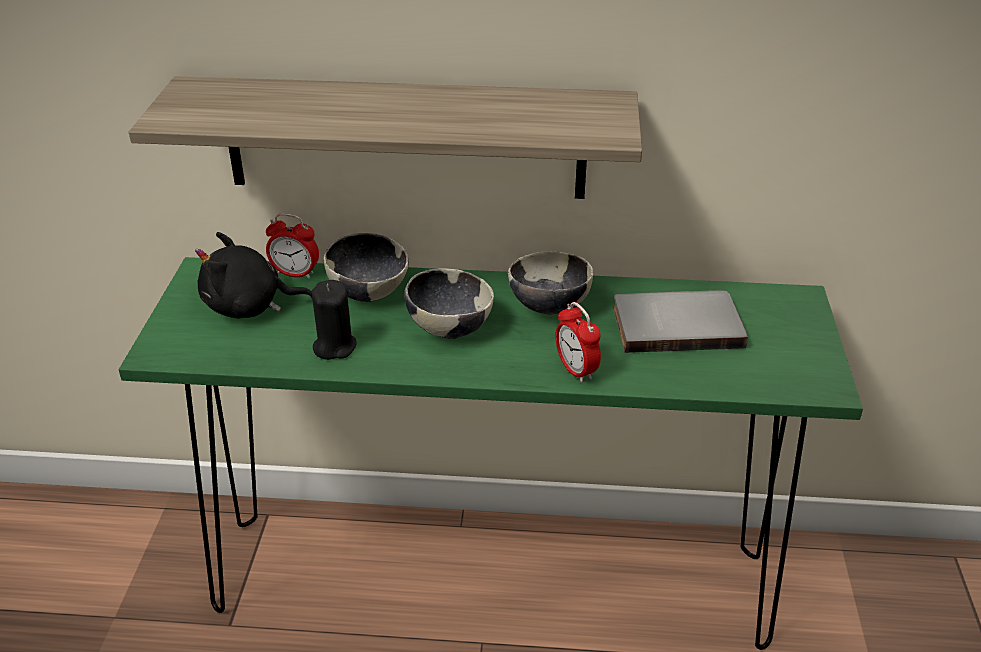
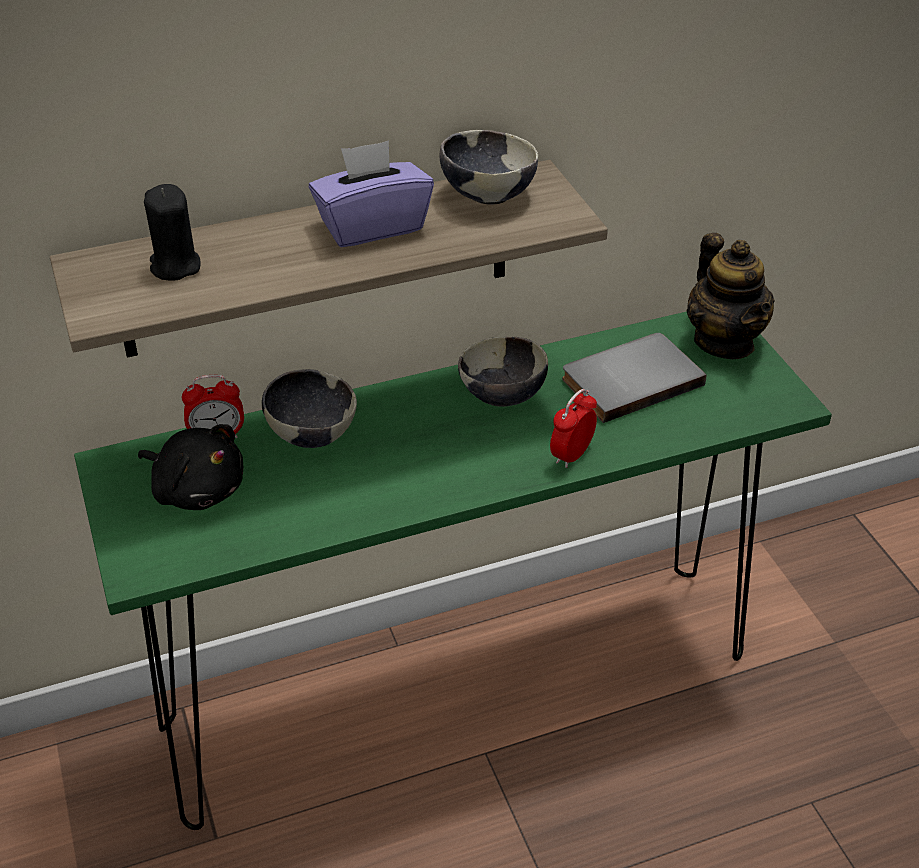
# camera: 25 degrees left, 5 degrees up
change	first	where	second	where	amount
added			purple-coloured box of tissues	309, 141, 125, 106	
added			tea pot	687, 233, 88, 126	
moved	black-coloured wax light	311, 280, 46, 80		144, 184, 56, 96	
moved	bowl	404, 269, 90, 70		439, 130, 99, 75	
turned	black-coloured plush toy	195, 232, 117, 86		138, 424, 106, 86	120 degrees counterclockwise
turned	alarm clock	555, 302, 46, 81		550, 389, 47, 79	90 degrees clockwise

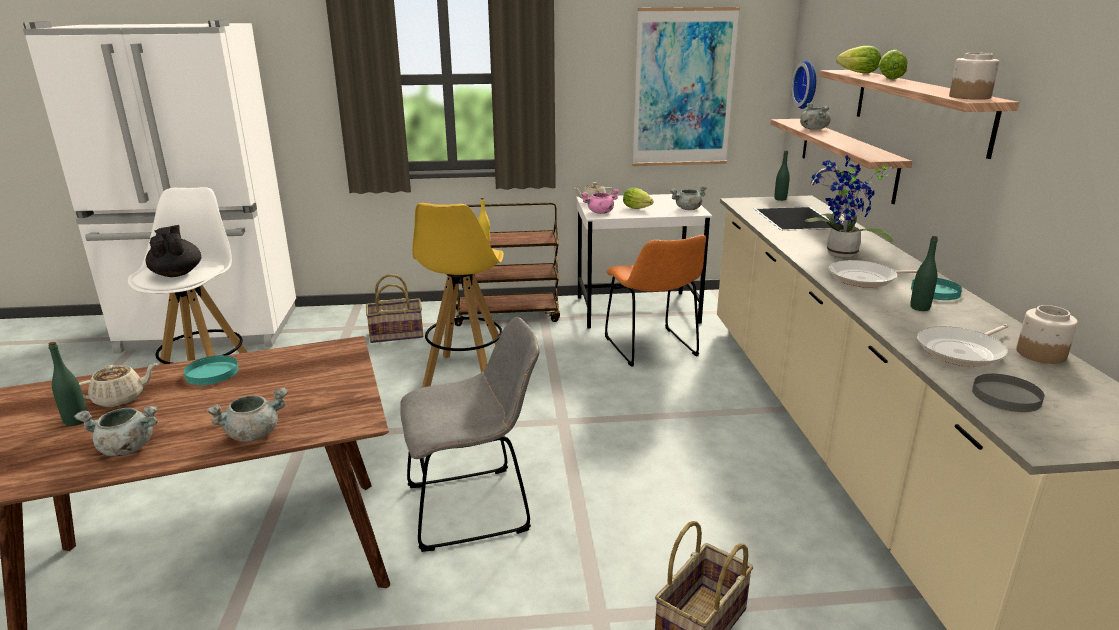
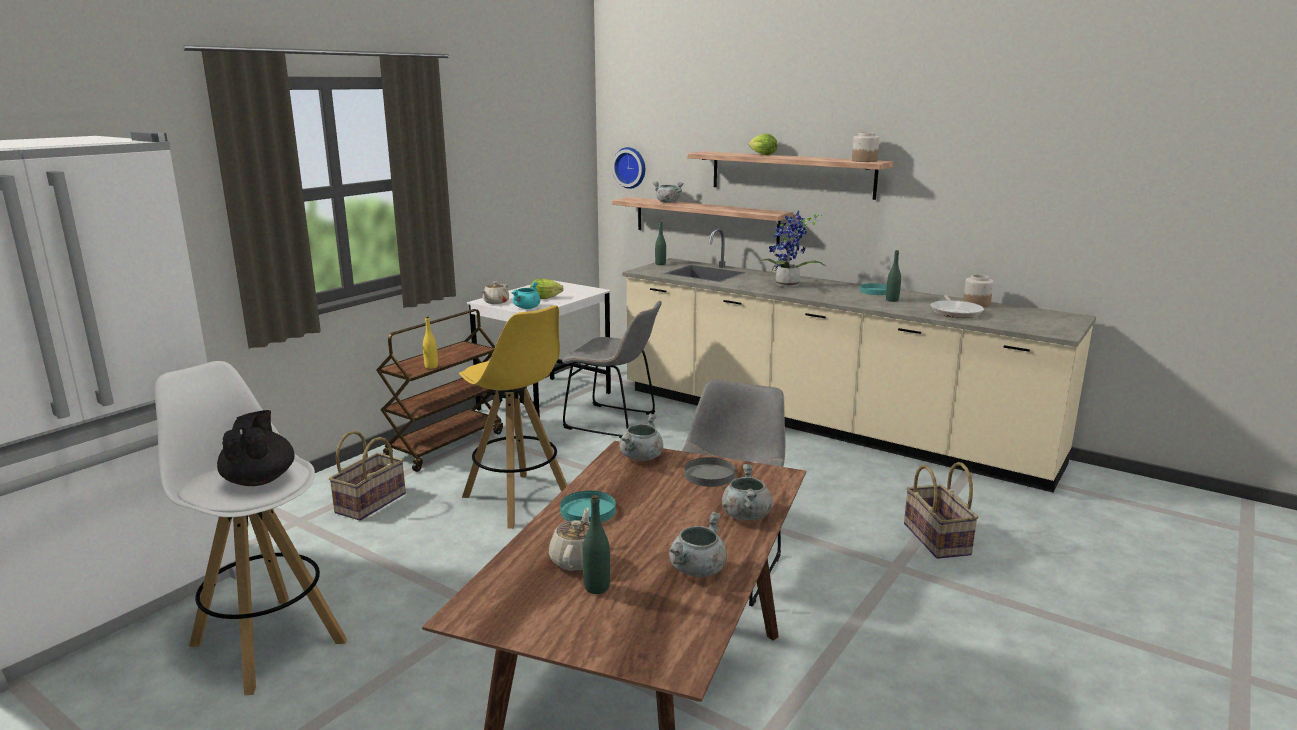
# camera: 50 degrees left, 5 degrees down
change	first	where	second	where	amount
removed	picture	632, 7, 108, 159			
removed	pan	829, 260, 89, 28			
removed	lettuce head	836, 46, 45, 27			
moved	gray saucepot	670, 186, 37, 24		619, 413, 44, 48	
moved	gray dinner plate	972, 374, 72, 38		684, 457, 51, 30	
recoloured	pink saucepot	581, 189, 38, 25	turquoise saucepot	511, 282, 29, 27	
recoloured	orange-coloured chair	605, 235, 101, 132	gray chair	562, 301, 100, 137	
turned	black-coloured tea pot	146, 225, 55, 52		217, 410, 78, 76	60 degrees clockwise

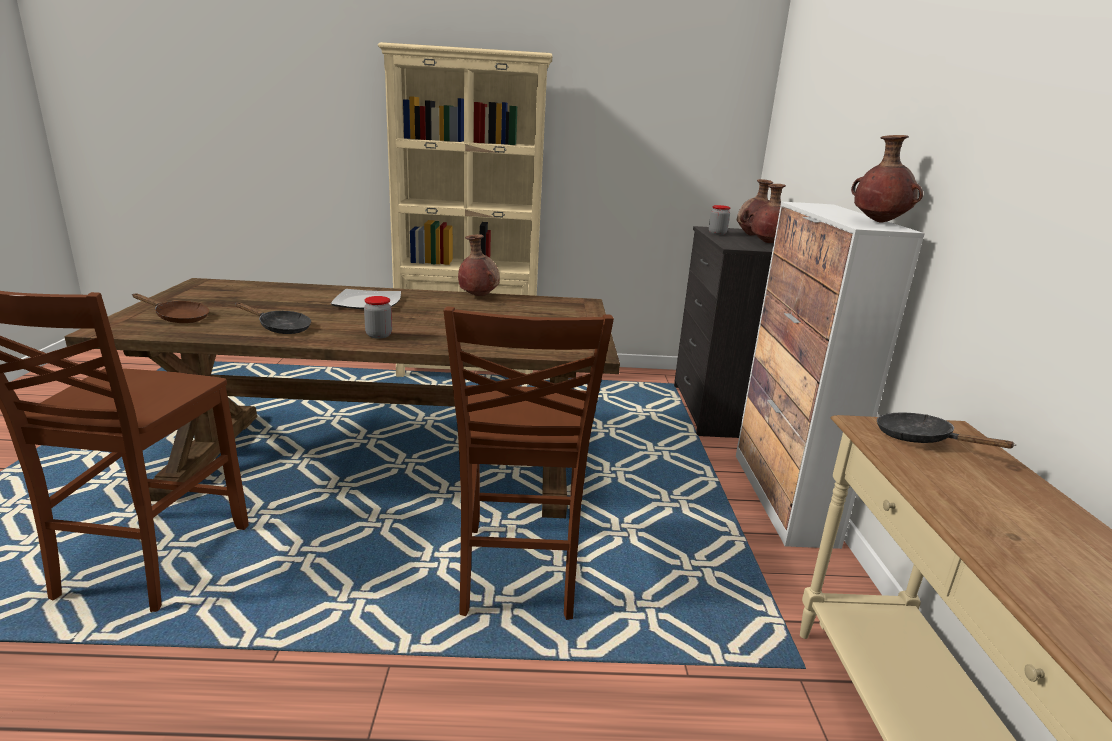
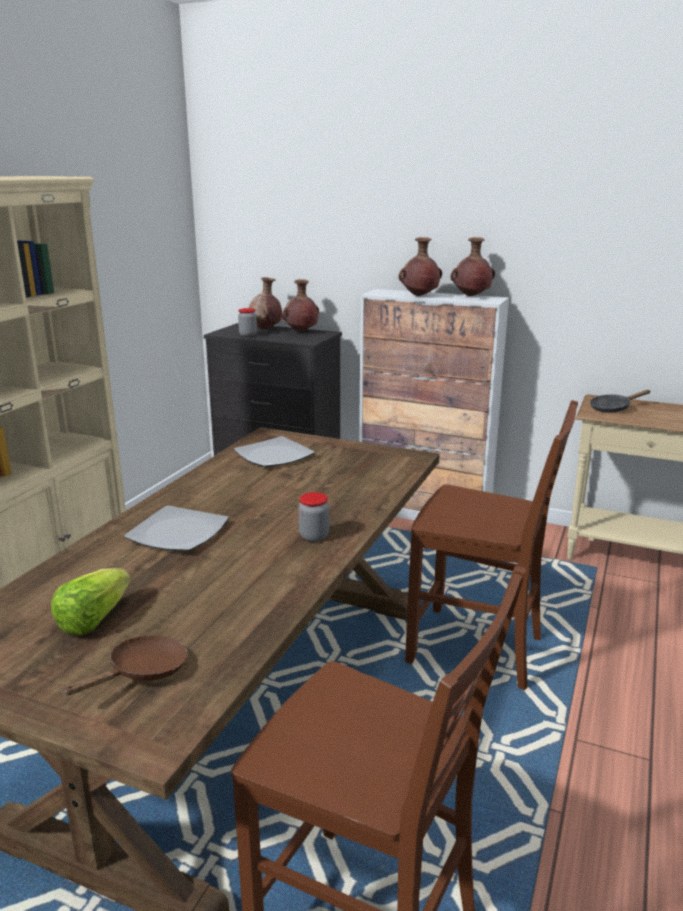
# camera: 65 degrees left, 0 degrees up
change	first	where	second	where	amount
removed	black-coloured pan	235, 303, 76, 31			
added			lettuce head	51, 568, 79, 67	
added			dinner plate	234, 436, 81, 31	
moved	brown decorative vase	458, 234, 42, 62		398, 237, 44, 59	

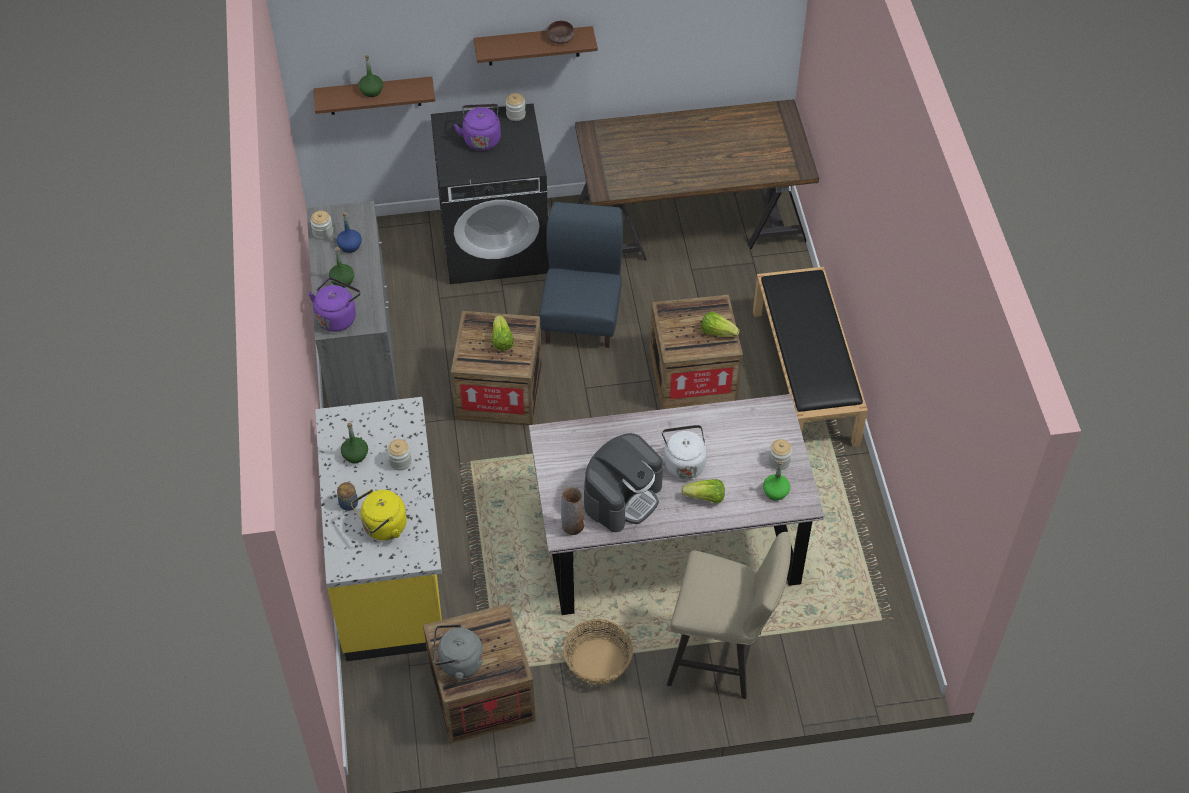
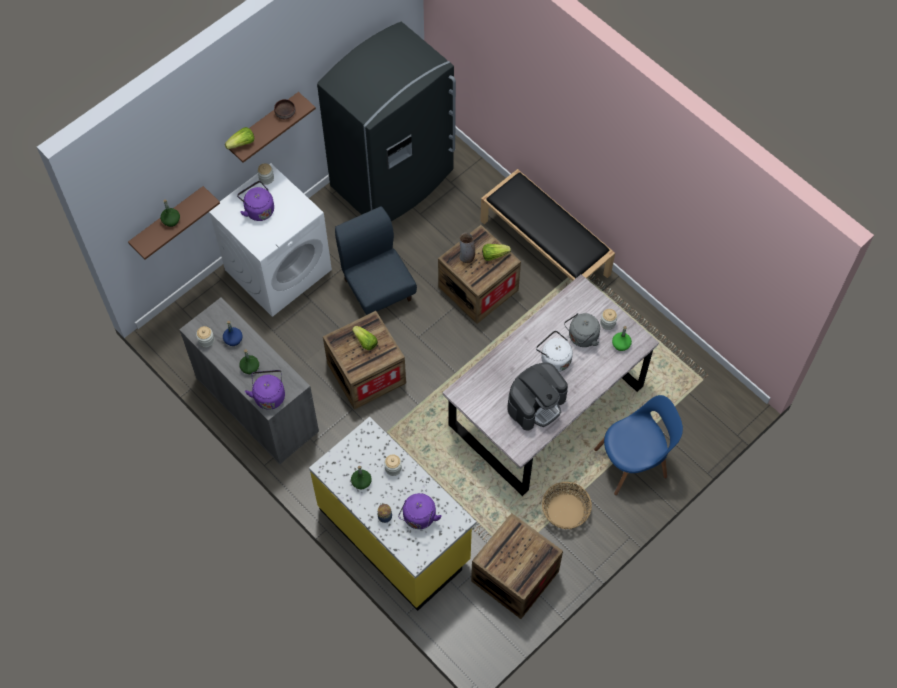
# camera: 35 degrees left, 10 degrees up
change	first	where	second	where	amount
moved	gray tea kettle	433, 624, 50, 56		564, 313, 36, 34	
moved	decorative vase	561, 487, 23, 48		460, 233, 15, 30	
moved	lettuce head	682, 479, 43, 24		225, 127, 29, 22	
replaced	brown desk unit	575, 99, 244, 162	gray fridge	317, 22, 139, 199	
replaced	beige-coloured sitting stool	667, 532, 124, 167	bluish chair	594, 395, 89, 100	
recoloured	yellowish tea kettle	351, 489, 56, 51	purple-coloured tea kettle	398, 493, 44, 36	
recoloured	black-coloured washing machine	431, 104, 118, 180	whitish washing machine	209, 164, 123, 153	
turned	coffee maker	584, 433, 79, 99		507, 362, 61, 69	45 degrees clockwise

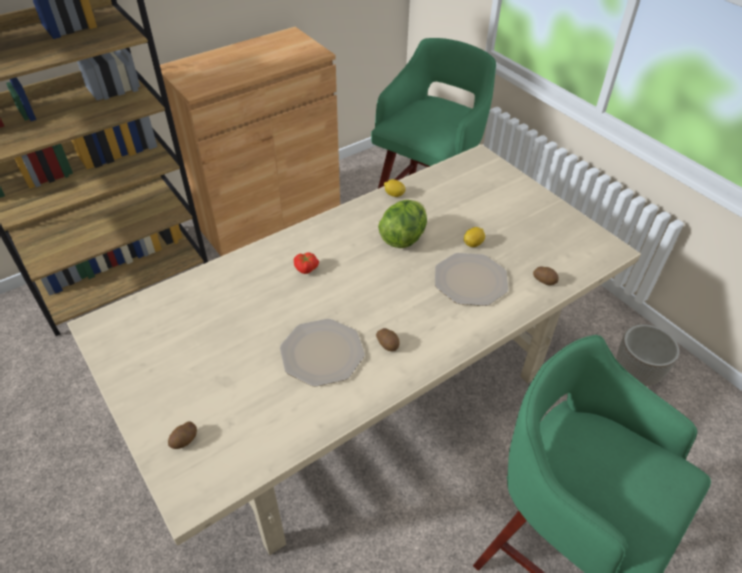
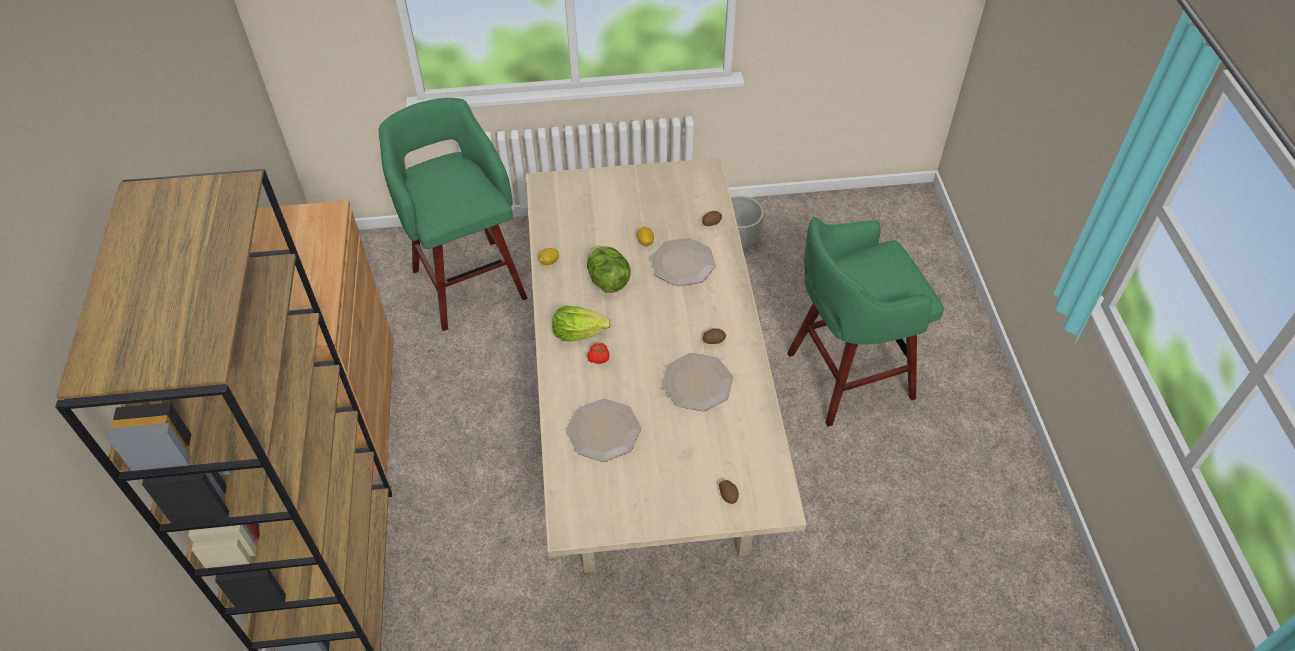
# camera: 60 degrees left, 5 degrees up
change	first	where	second	where	amount
added			lettuce head	552, 306, 59, 35	
added			dinner plate	566, 399, 75, 63	

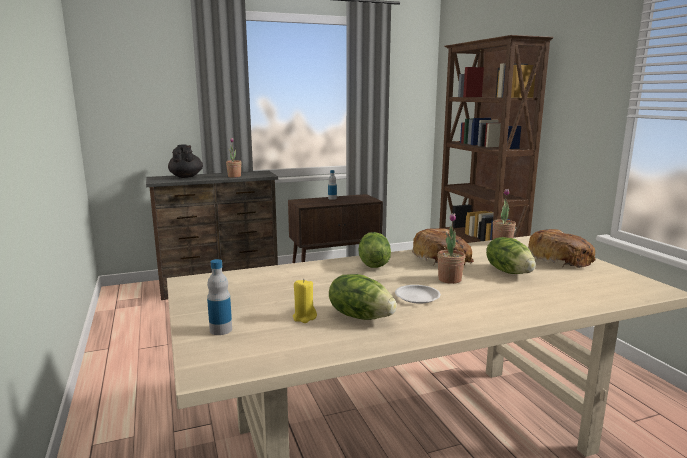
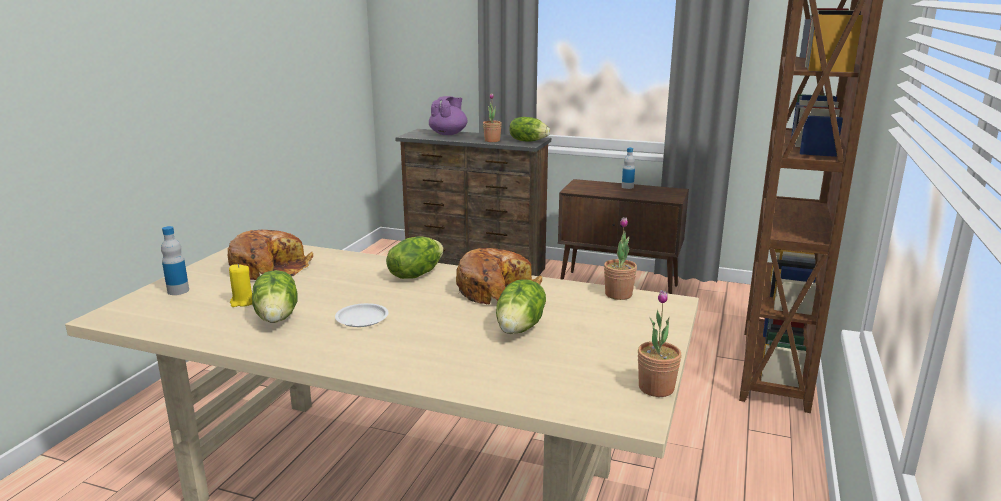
# camera: 40 degrees right, 5 degrees up
change	first	where	second	where	amount
added			lettuce head	509, 117, 41, 24	
moved	plant in a pot	437, 213, 29, 71		638, 290, 44, 107	
moved	bread	528, 229, 68, 39		228, 230, 85, 50	
recoloured	black-coloured tea pot	168, 144, 35, 34	purple-coloured tea pot	429, 96, 39, 39	

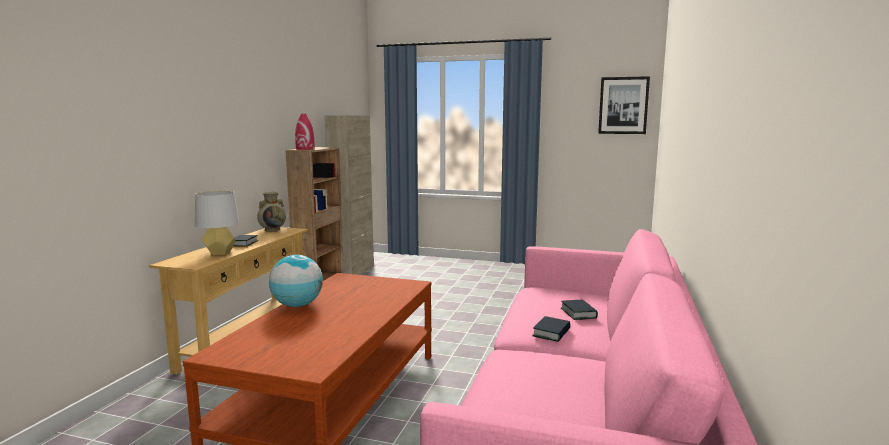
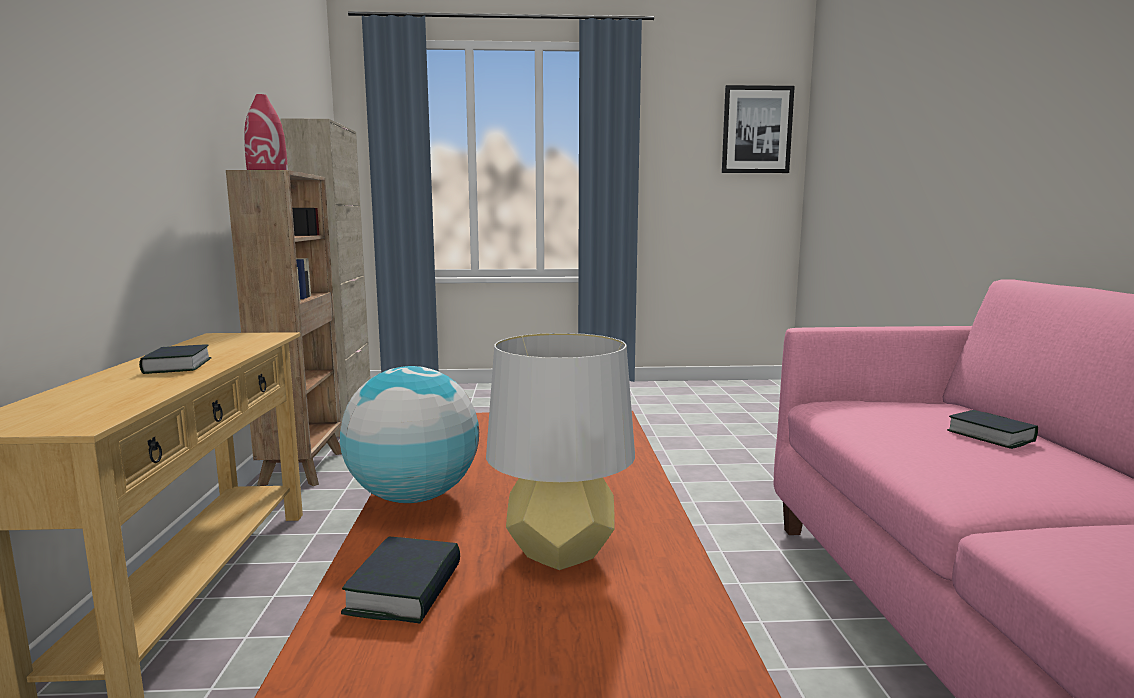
# camera: 20 degrees left, 0 degrees up
change	first	where	second	where	amount
removed	beige-coloured decorative vase	257, 192, 29, 40			
moved	gray table lamp	195, 191, 45, 64		486, 333, 149, 237	
moved	volume	532, 316, 38, 26		341, 536, 119, 88	

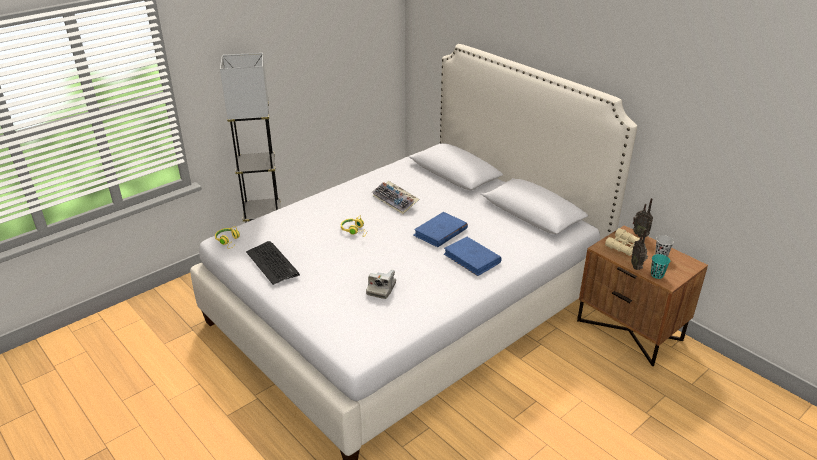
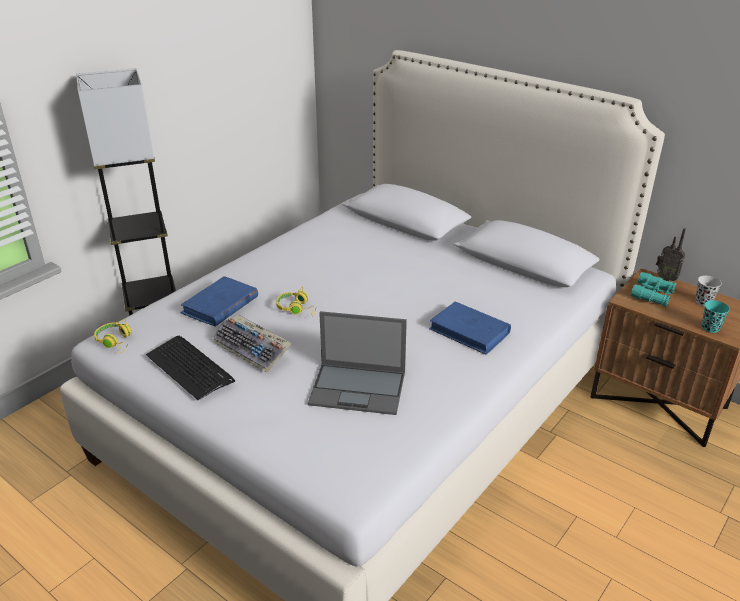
# camera: 10 degrees left, 0 degrees up
change	first	where	second	where	amount
removed	radio set	631, 229, 17, 41			
moved	keyboard	372, 181, 47, 33		212, 314, 80, 58	
moved	bluish volume	413, 212, 55, 35		181, 276, 77, 51	
replaced	still camera	366, 269, 30, 30	laptop	308, 311, 99, 104	
recoloured	beige-coloured pair of binoculars	605, 228, 35, 28	turquoise pair of binoculars	630, 272, 46, 35	

